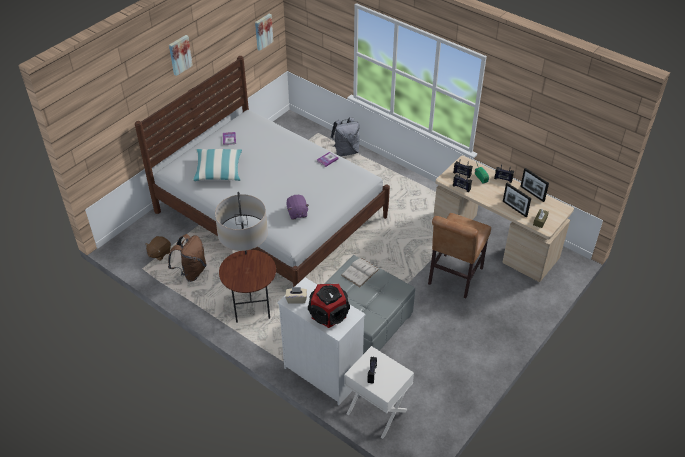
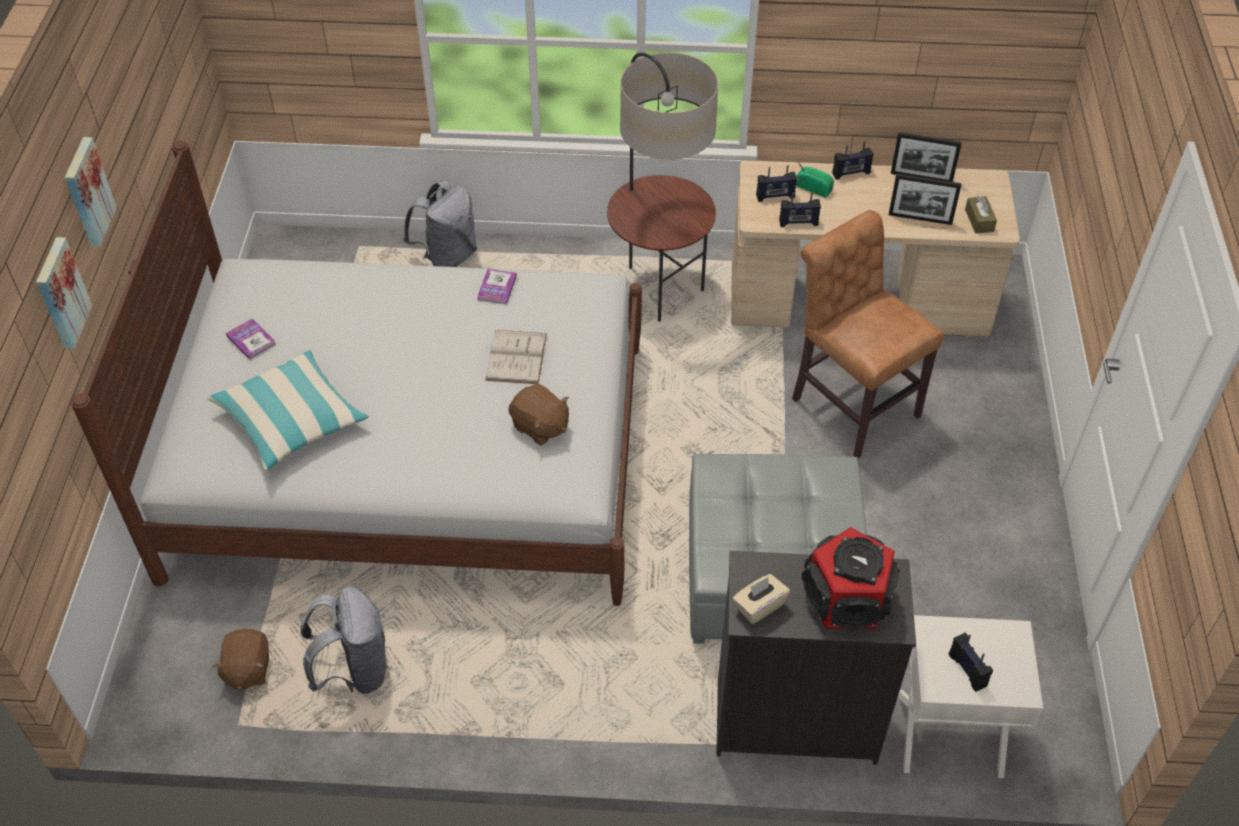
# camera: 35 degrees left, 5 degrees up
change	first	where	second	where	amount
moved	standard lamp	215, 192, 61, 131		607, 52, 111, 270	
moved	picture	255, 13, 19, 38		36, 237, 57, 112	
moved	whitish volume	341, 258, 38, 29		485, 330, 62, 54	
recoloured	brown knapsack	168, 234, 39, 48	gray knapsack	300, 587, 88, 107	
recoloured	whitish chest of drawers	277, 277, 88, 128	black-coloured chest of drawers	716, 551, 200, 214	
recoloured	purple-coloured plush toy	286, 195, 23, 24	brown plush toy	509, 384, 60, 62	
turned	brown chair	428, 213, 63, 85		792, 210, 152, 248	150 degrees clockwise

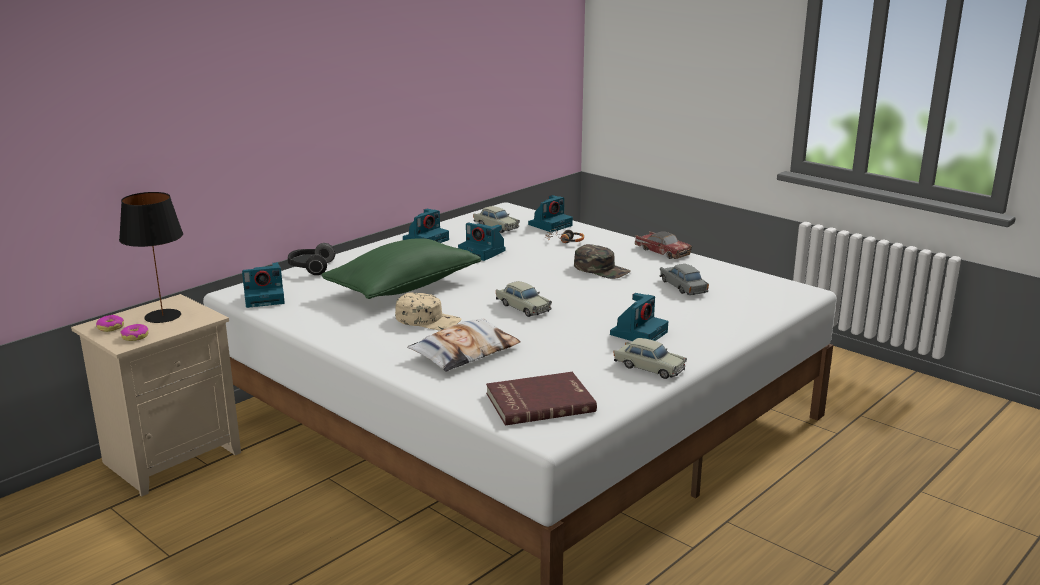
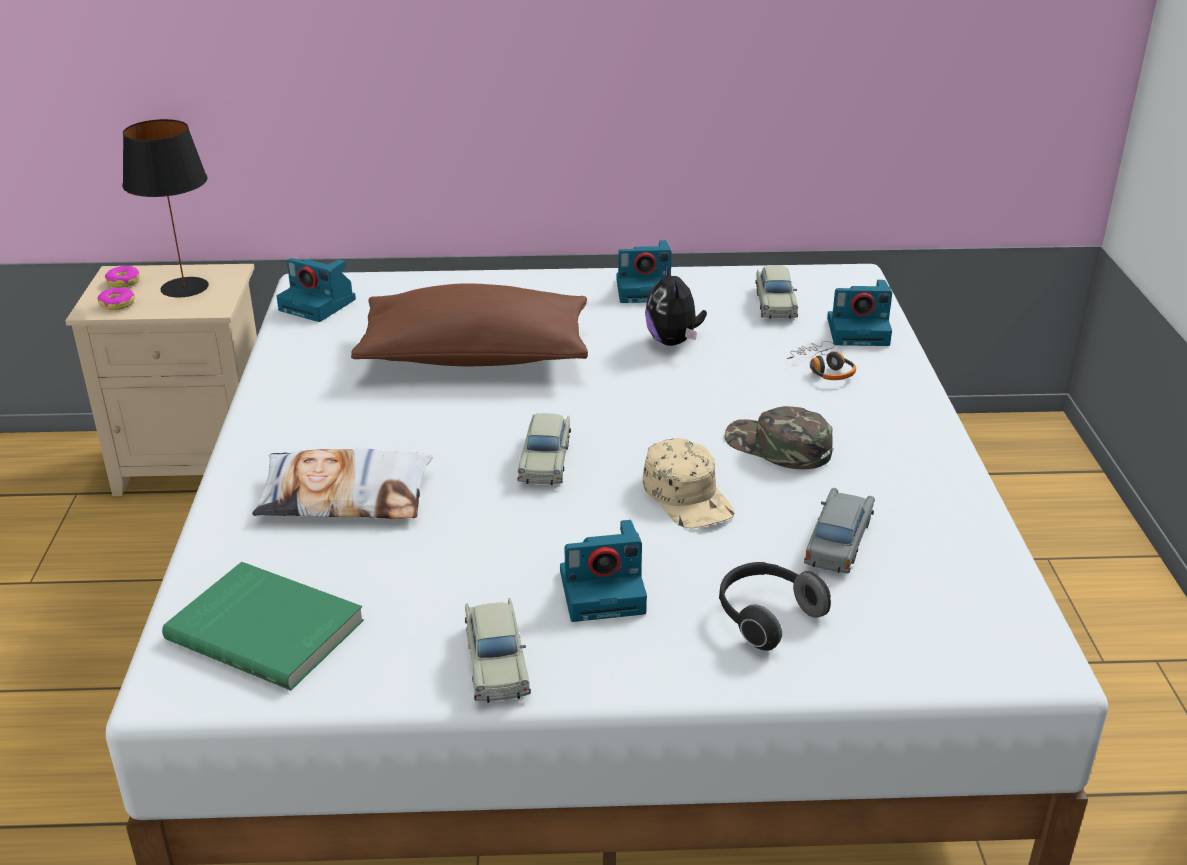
# camera: 45 degrees right, 10 degrees up
change	first	where	second	where	amount
removed	miniature car	635, 231, 57, 28			
moved	headphones	288, 243, 47, 32		719, 562, 112, 89	
moved	beige-coloured peaked cap	395, 293, 67, 37		643, 438, 92, 90	
replaced	still camera	458, 223, 48, 38	plush toy	645, 264, 62, 82	
recoloured	green pillow	321, 239, 160, 60	brown pillow	351, 284, 237, 82	
recoloured	red volume	486, 372, 111, 54	green volume	162, 562, 202, 128	
turned	green peaked cap	574, 244, 57, 35		725, 406, 108, 63	135 degrees clockwise

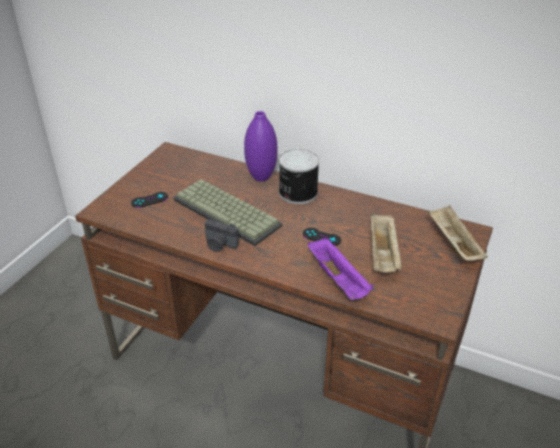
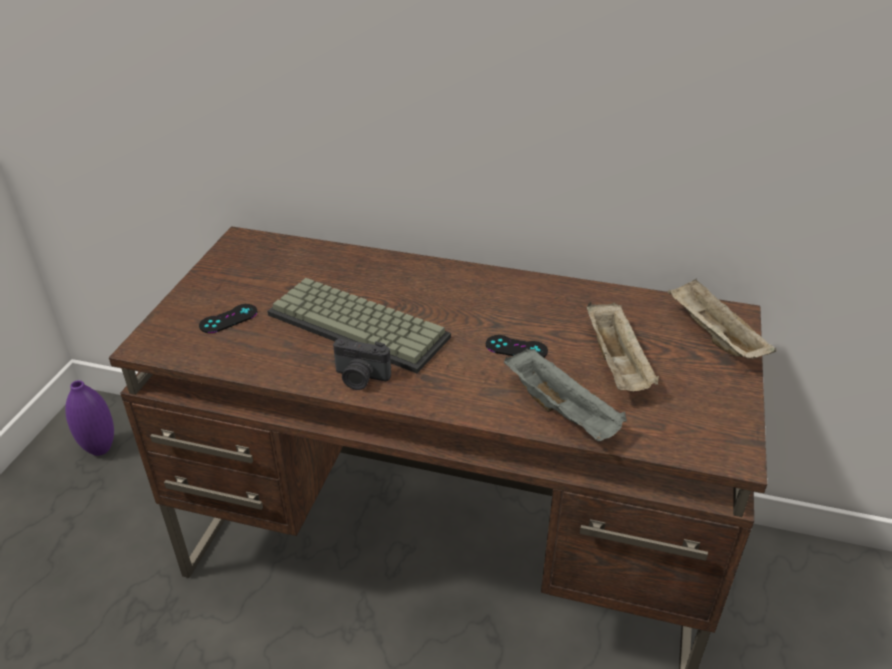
# camera: 10 degrees left, 0 degrees up
change	first	where	second	where	amount
removed	metal can	279, 149, 40, 55			
moved	purple-coloured decorative vase	244, 111, 33, 70		65, 380, 49, 76	
recoloured	purple-coloured tray	307, 238, 66, 62	gray tray	504, 348, 123, 93	

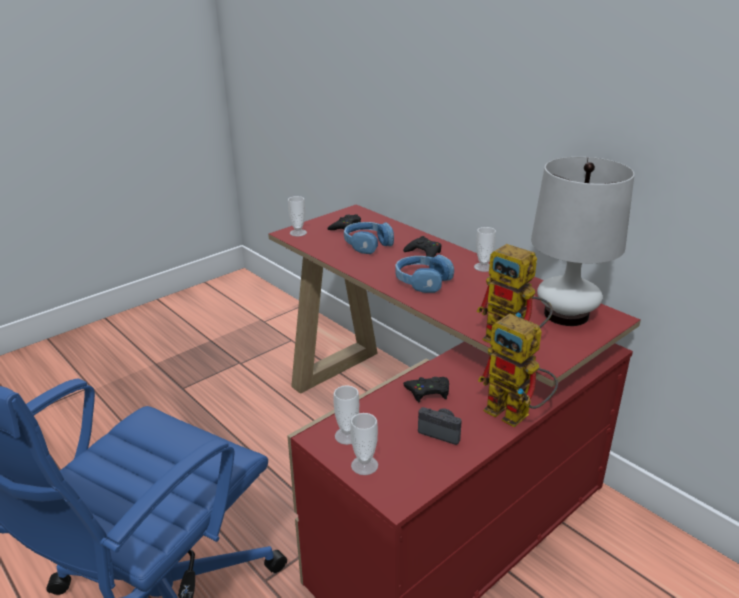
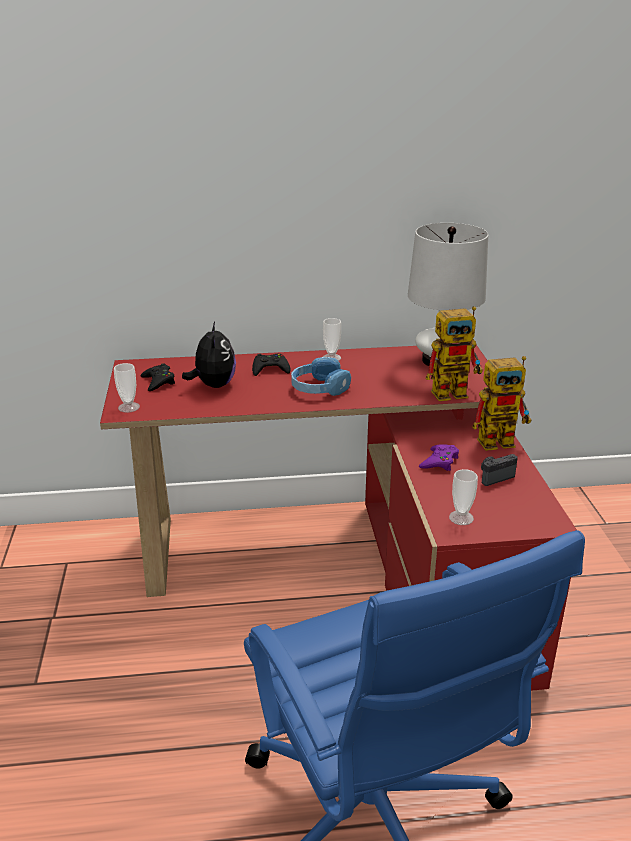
# camera: 55 degrees left, 0 degrees up
change	first	where	second	where	amount
removed	cup	350, 413, 28, 62			
replaced	bluish headphones	344, 222, 50, 32	plush toy	182, 322, 54, 66	
recoloured	black-coloured joypad	403, 377, 46, 25	purple-coloured joypad	419, 444, 40, 27	

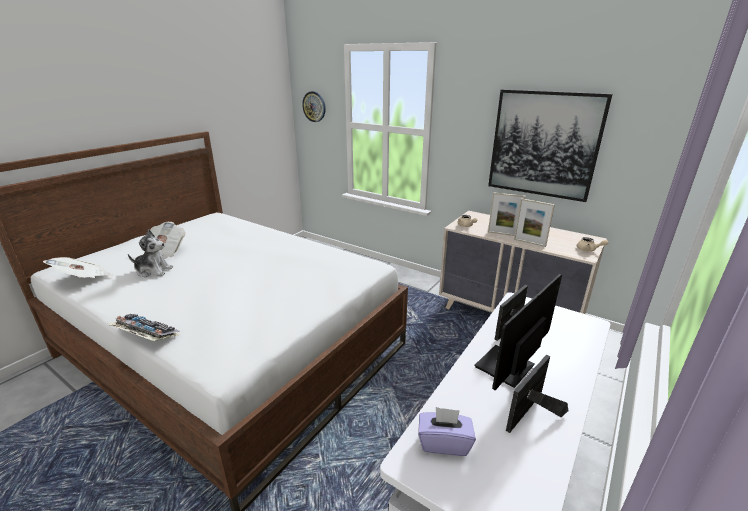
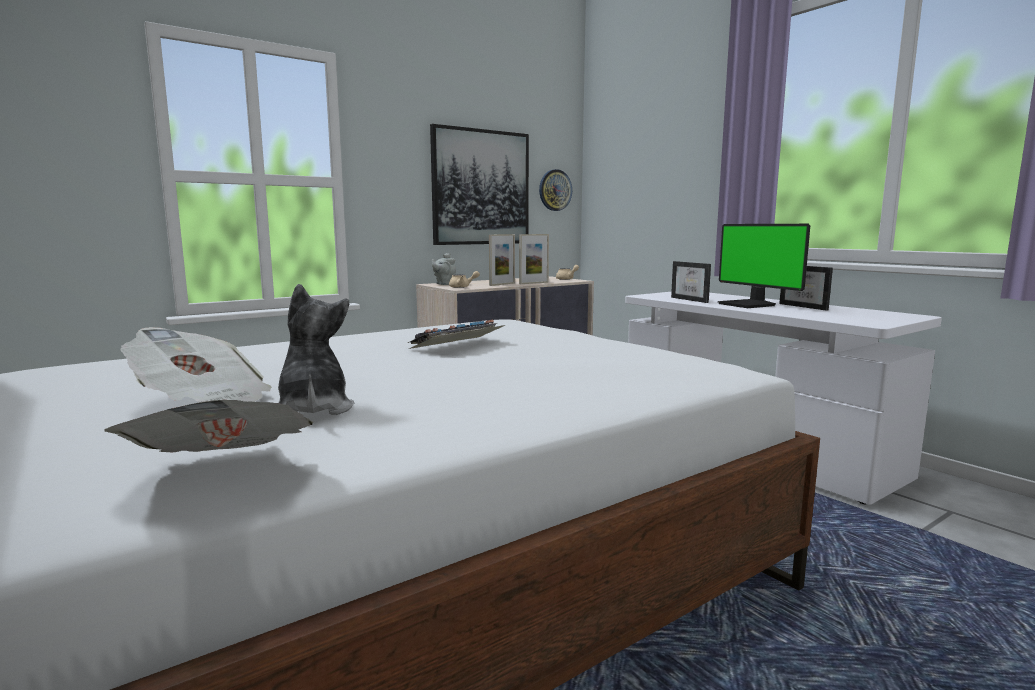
# camera: 70 degrees left, 15 degrees down
change	first	where	second	where	amount
removed	purple-coloured box of tissues	418, 407, 58, 49			
added			gray tea pot	432, 253, 24, 32	
moved	keyboard	107, 314, 74, 27		408, 319, 97, 30	
moved	wall clock	302, 91, 24, 31		539, 169, 33, 42	
turned	plush toy	128, 229, 45, 49		278, 284, 76, 131	45 degrees counterclockwise

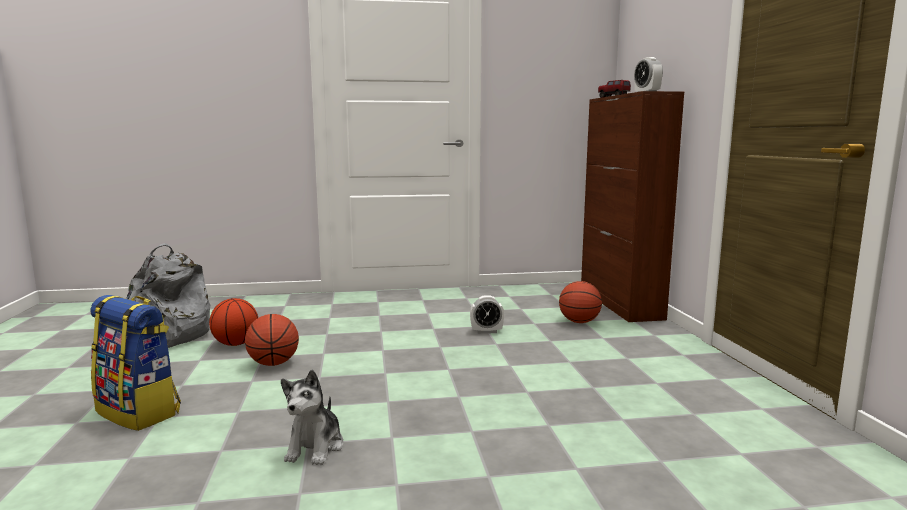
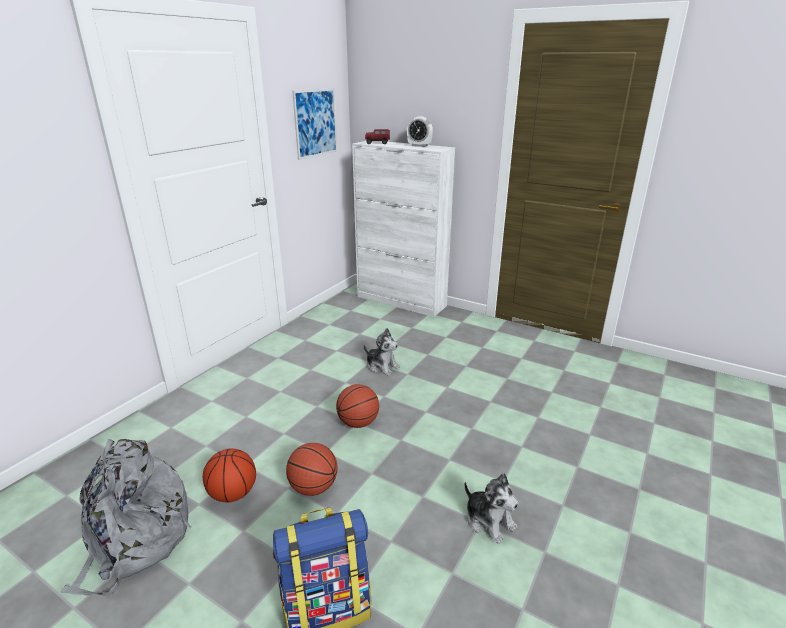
# camera: 50 degrees left, 15 degrees up
change	first	where	second	where	amount
added			picture	292, 88, 45, 72	
moved	basketball	559, 281, 43, 42		336, 384, 43, 44	
replaced	alarm clock	470, 295, 34, 39	plush toy	364, 328, 36, 48	
recoloured	brown cupboard	581, 91, 103, 231	whitish cupboard	352, 141, 103, 176	

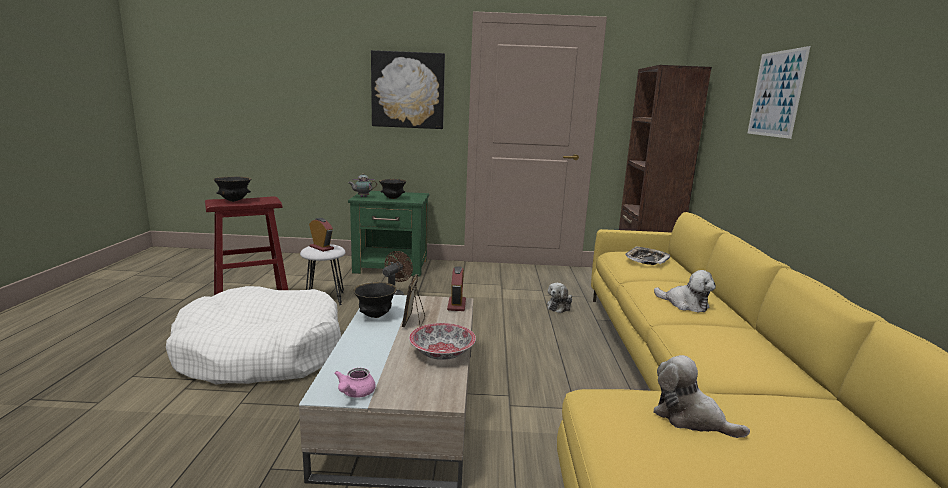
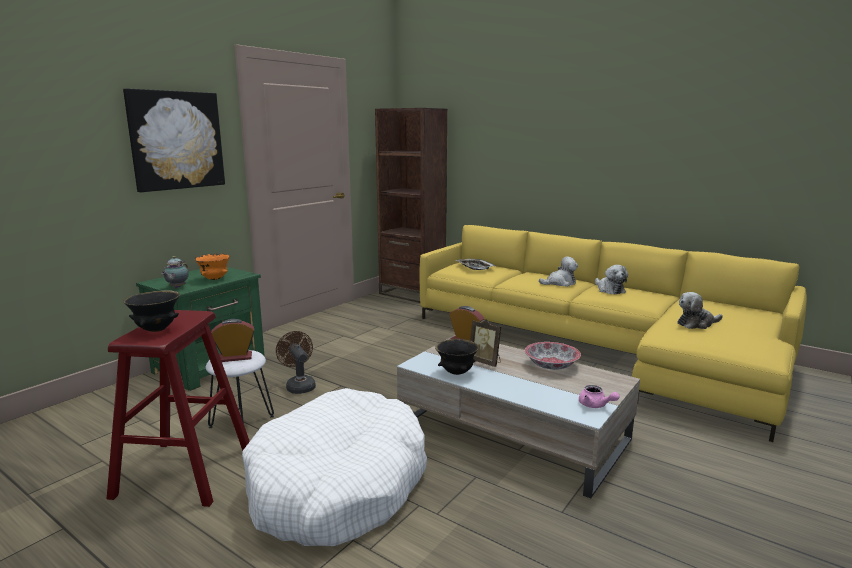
# camera: 55 degrees left, 0 degrees up
change	first	where	second	where	amount
removed	picture	748, 46, 62, 93			
moved	plush toy	547, 283, 25, 30		595, 265, 33, 29	
recoloured	black-coloured bowl	379, 179, 27, 20	orange-coloured bowl	194, 253, 36, 27	

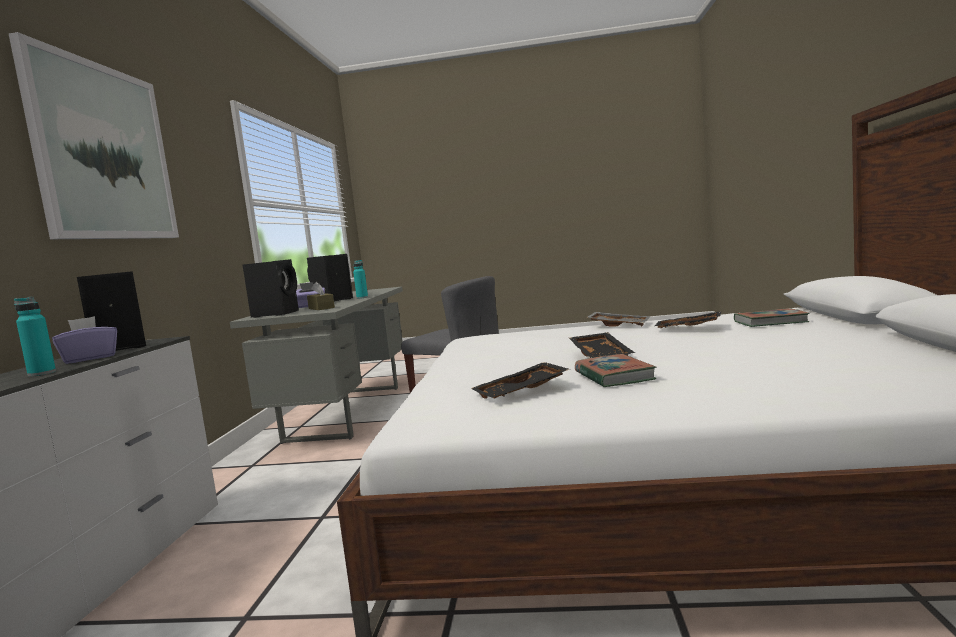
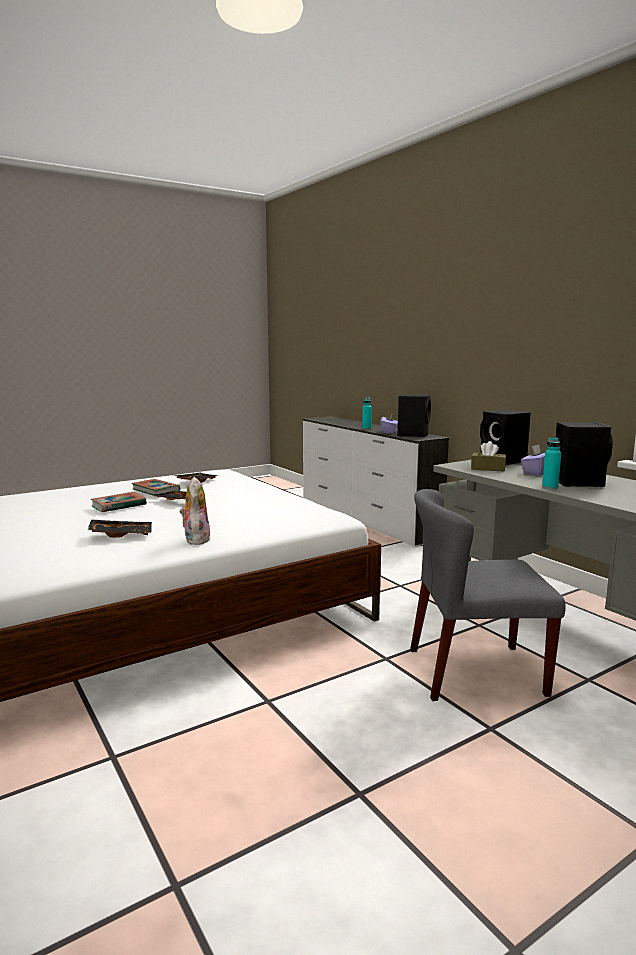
# camera: 140 degrees right, 5 degrees up
change	first	where	second	where	amount
removed	picture	9, 32, 170, 207			
moved	volume	734, 308, 75, 19		91, 492, 56, 20	
replaced	gray tray	587, 312, 63, 15	plush toy	180, 477, 31, 68	

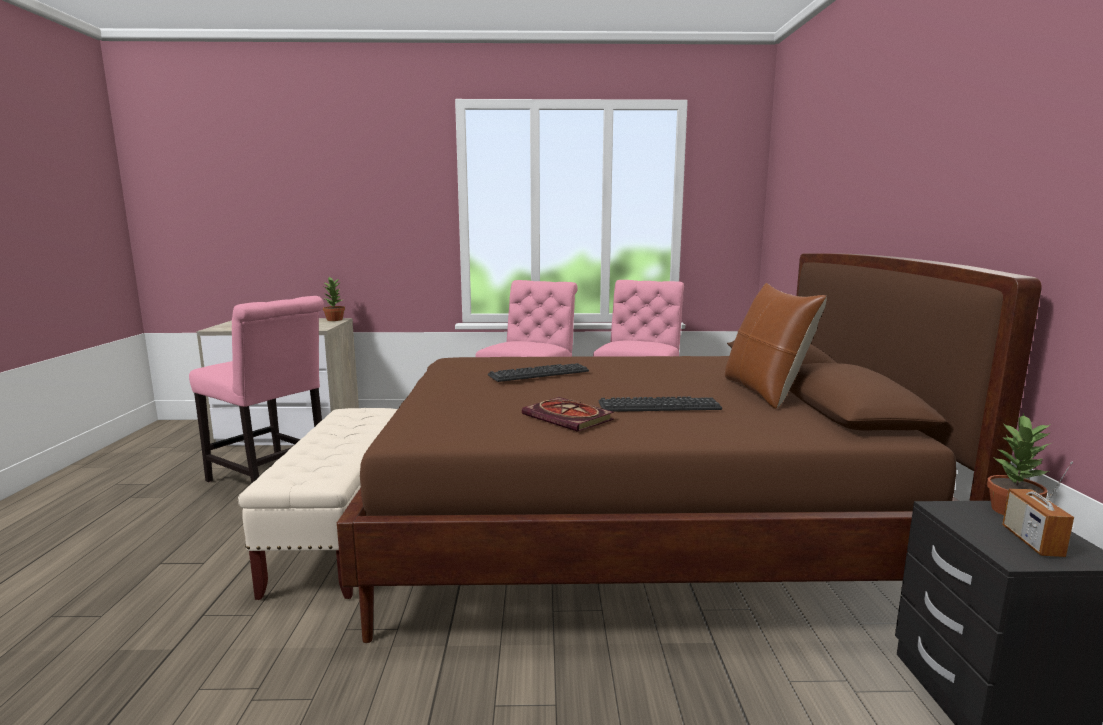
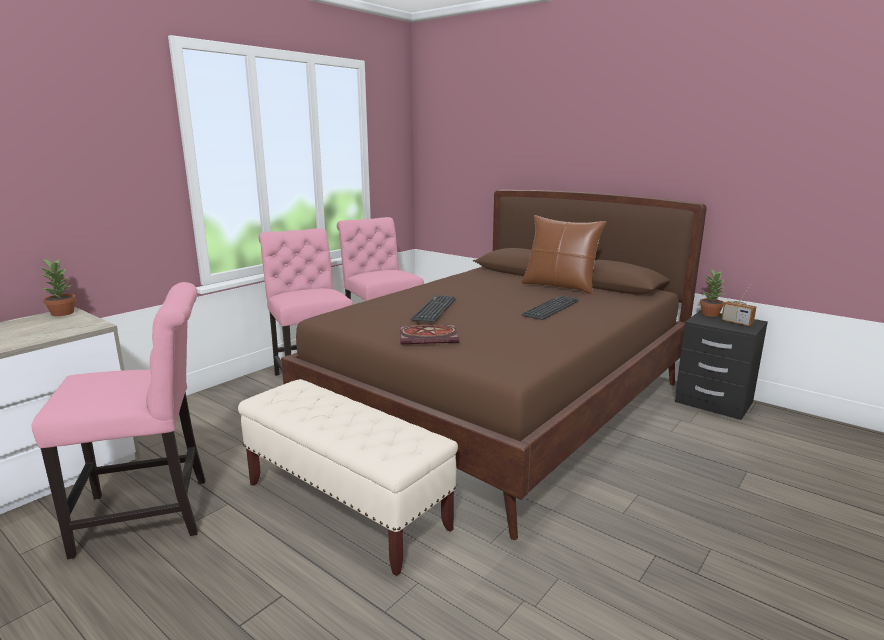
# camera: 50 degrees left, 5 degrees up
change	first	where	second	where	amount
moved	volume	522, 397, 92, 35		400, 324, 59, 20	

